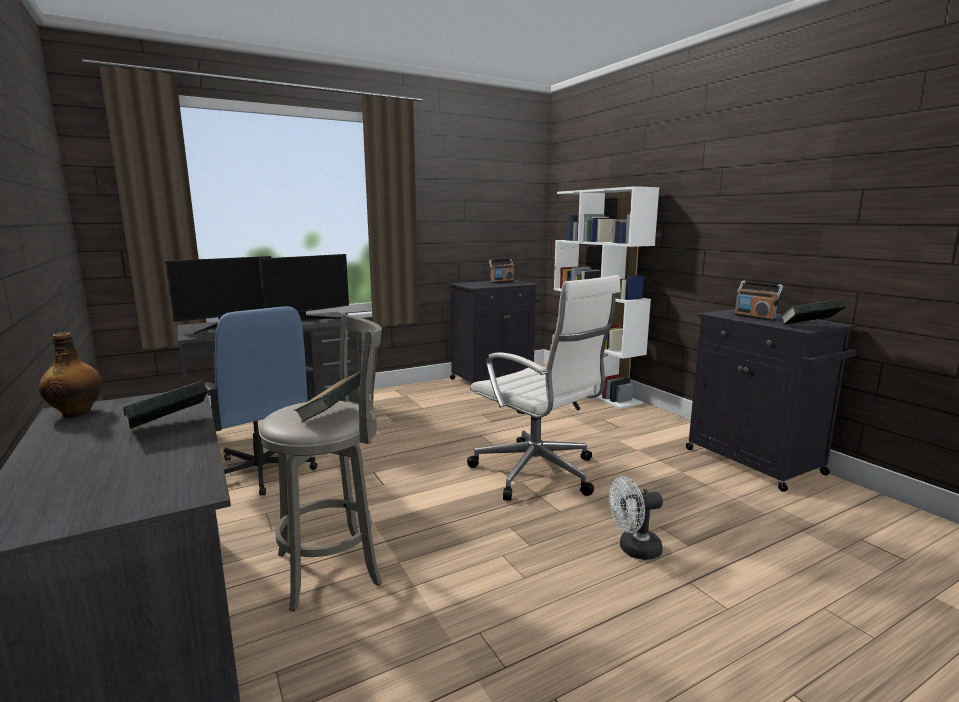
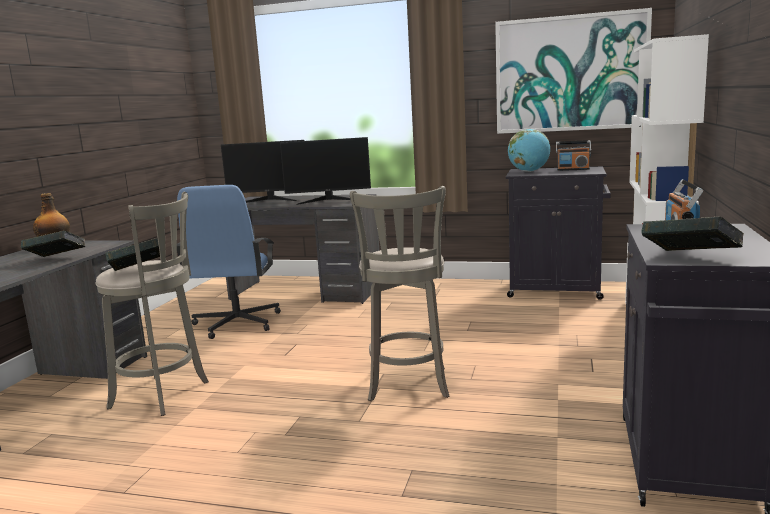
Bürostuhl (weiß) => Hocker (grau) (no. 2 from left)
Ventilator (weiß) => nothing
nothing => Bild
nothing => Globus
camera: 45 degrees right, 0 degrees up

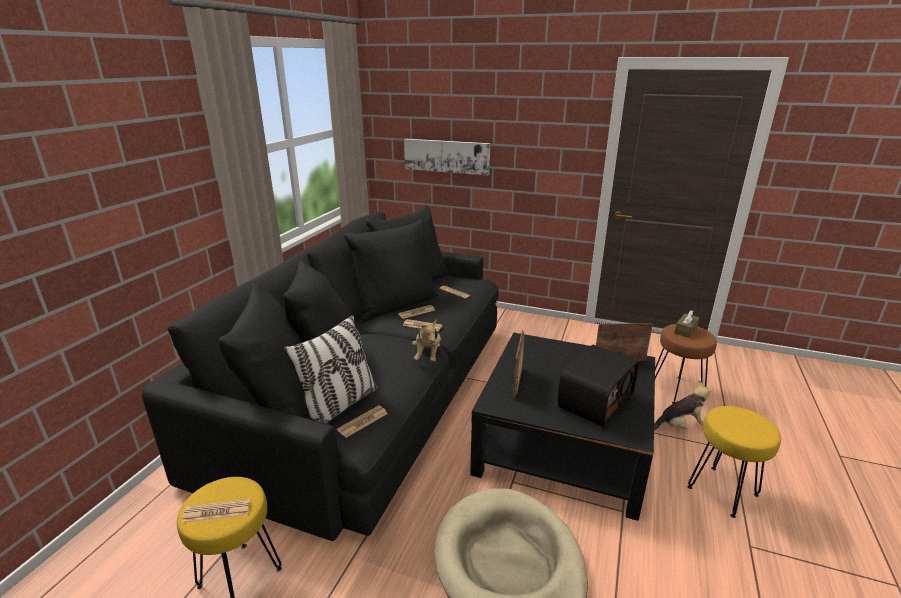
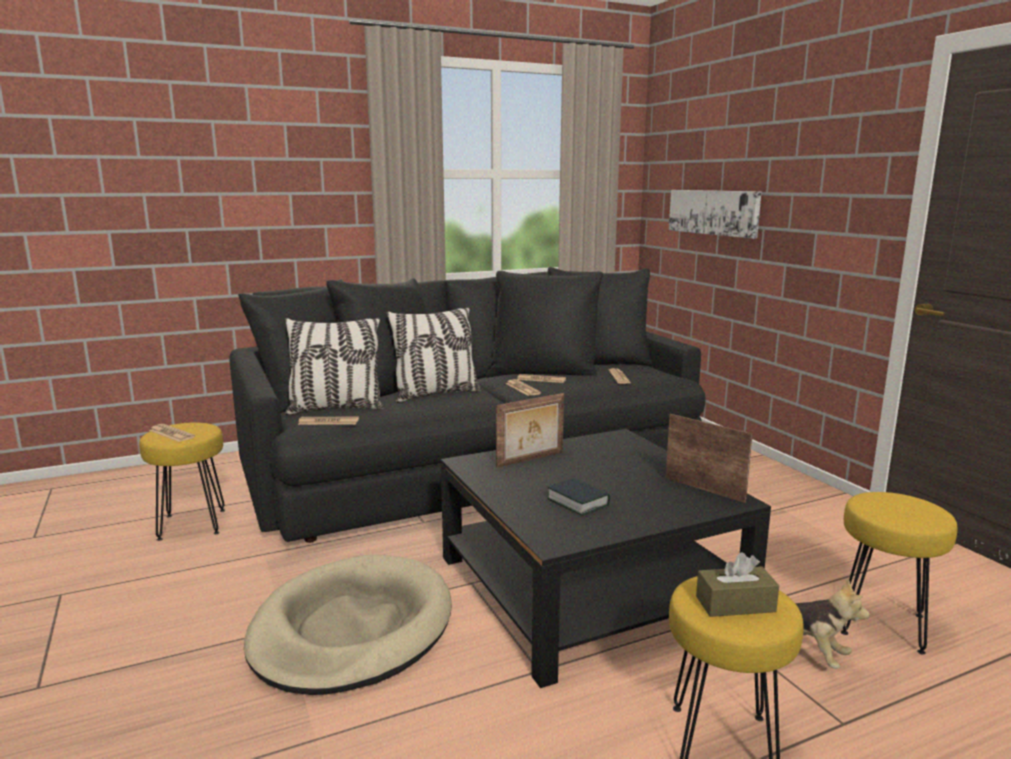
Taschentuchbox (braun), shifted
Plüschtier (no. 1 from left) => nothing
Hocker (braun) => Hocker (gelb) (no. 3 from left)
Radio => Buch
nothing => Kissen (no. 2 from left)
camera: 45 degrees right, 10 degrees down

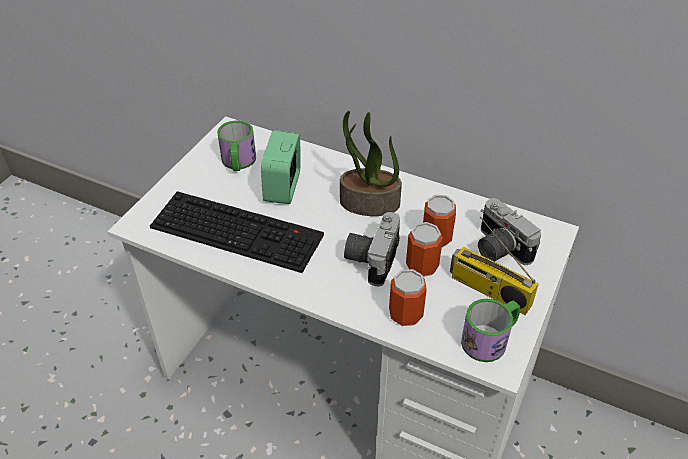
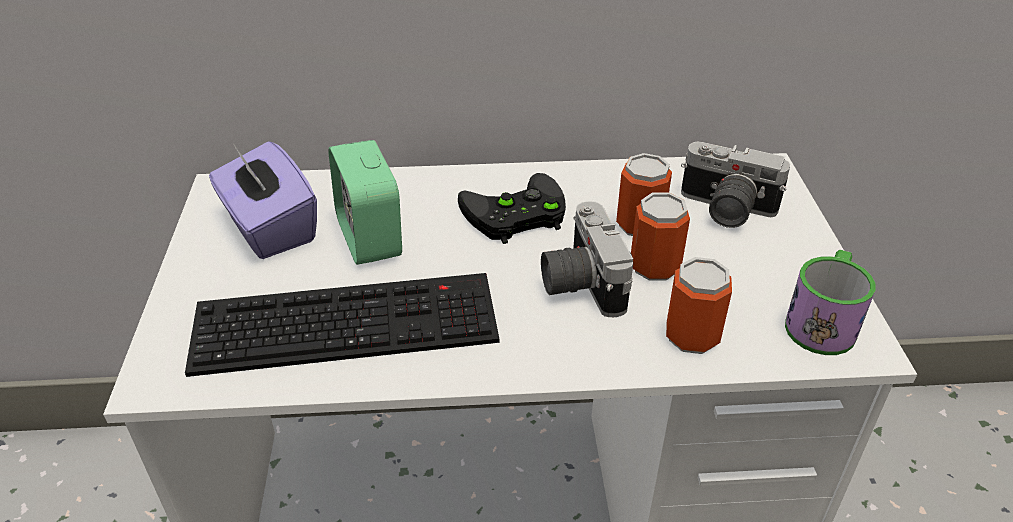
Topfpflanze => Gamepad (schwarz)
Henkelbecher (no. 1 from left) => Taschentuchbox (lila)
Radio => nothing
camera: 30 degrees left, 5 degrees down

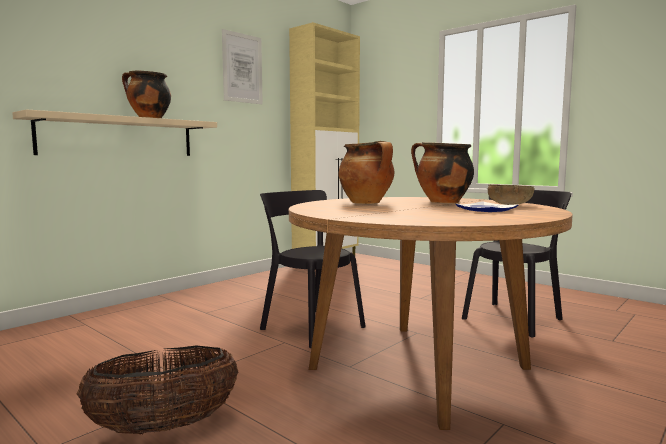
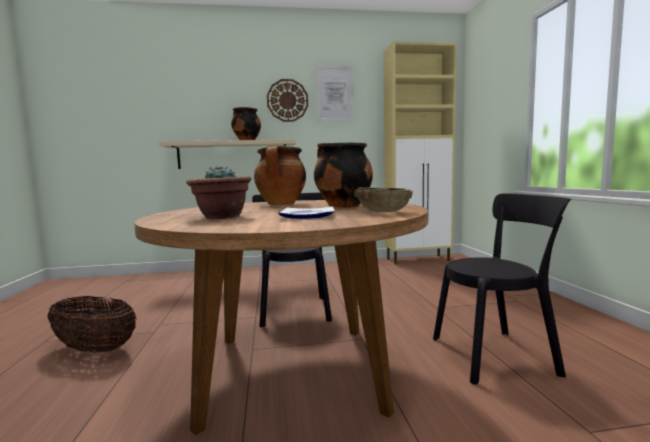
nothing => Wanduhr
nothing => Topfpflanze
camera: 40 degrees right, 0 degrees up

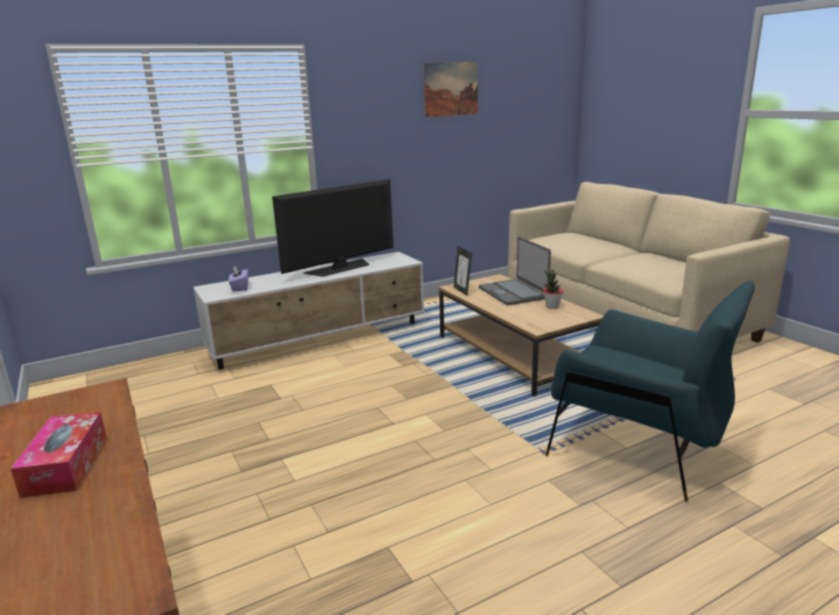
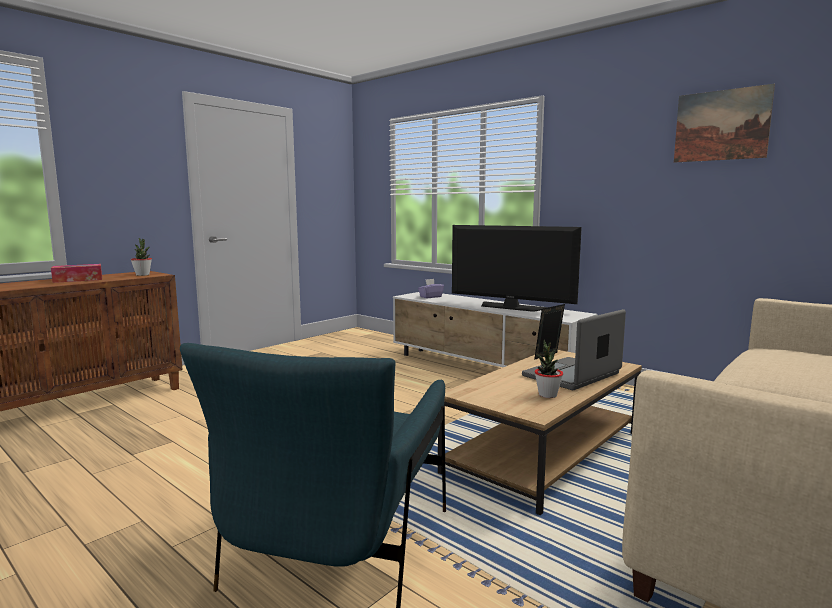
nothing => Topfpflanze (no. 1 from left)
camera: 70 degrees right, 10 degrees down

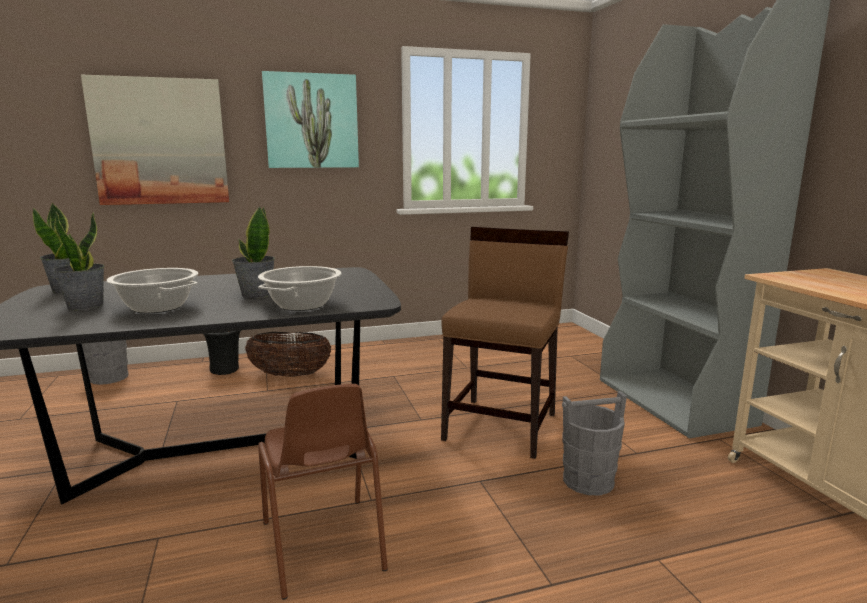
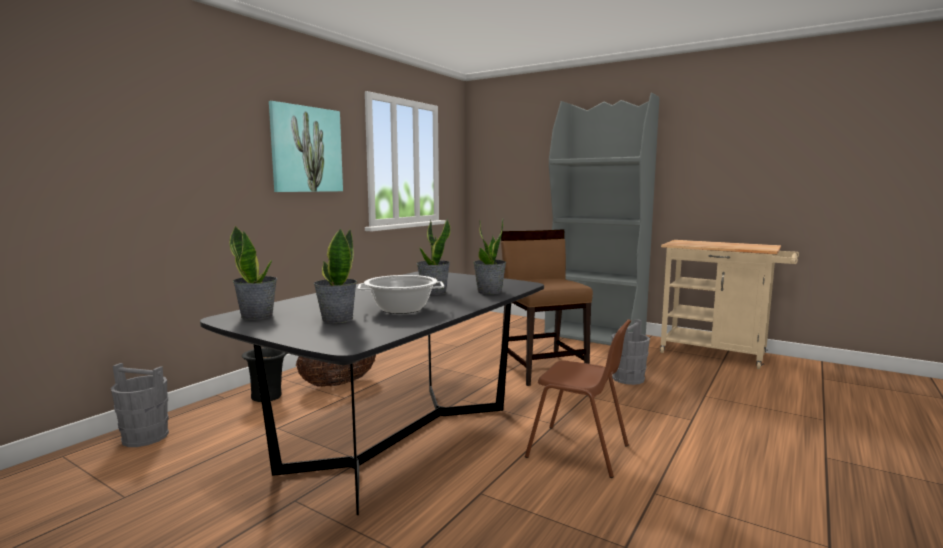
Bild (no. 1 from left) => nothing
Kochtopf (no. 2 from left) => Topfpflanze (no. 4 from left)
camera: 40 degrees left, 5 degrees down

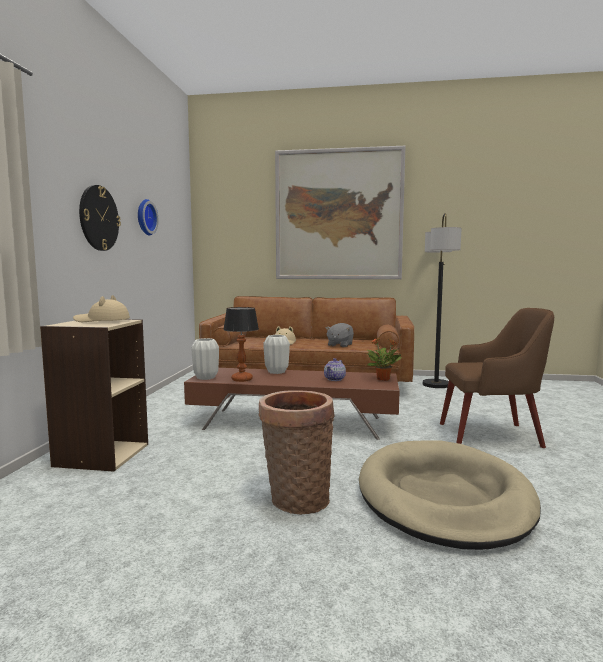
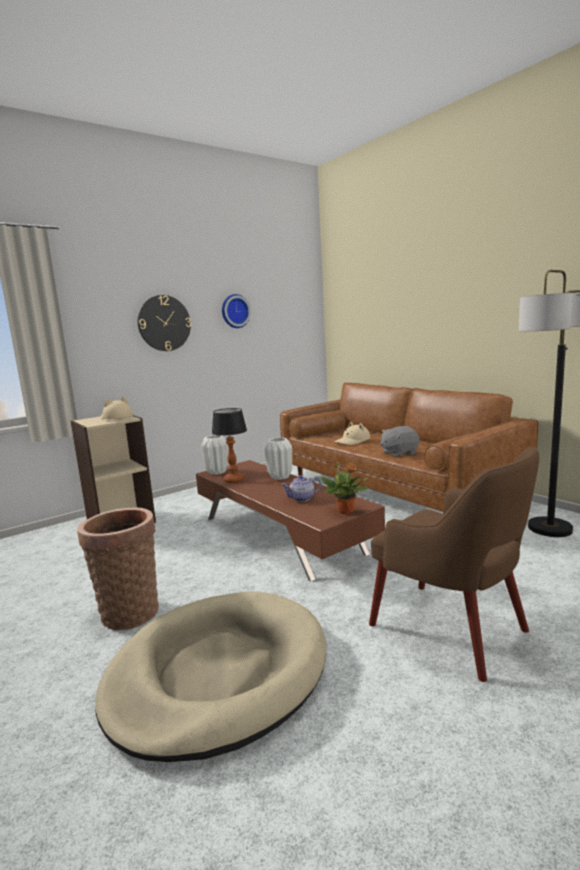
Bild => nothing
camera: 45 degrees right, 5 degrees up

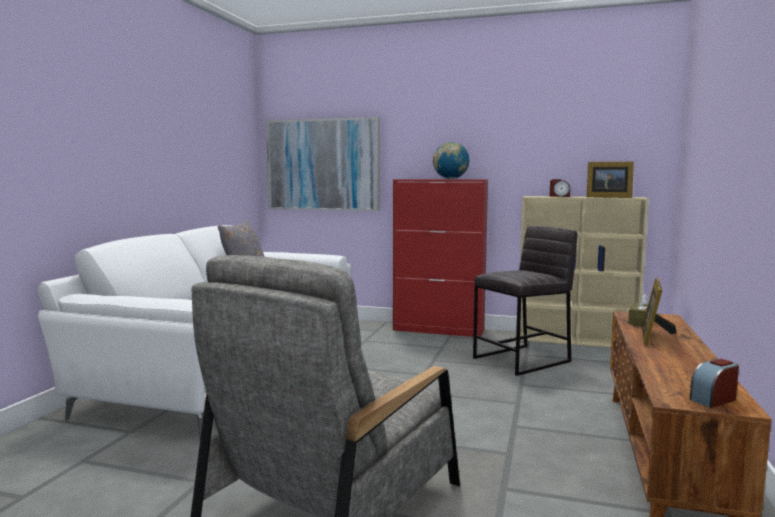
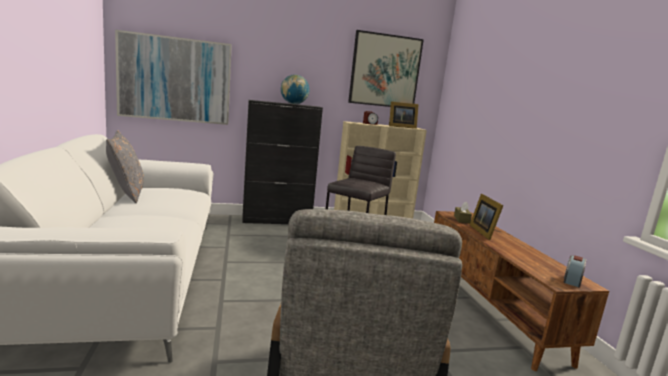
Schrank (rot) => Schrank (schwarz)
nothing => Bild (no. 2 from left)
camera: 30 degrees left, 5 degrees up

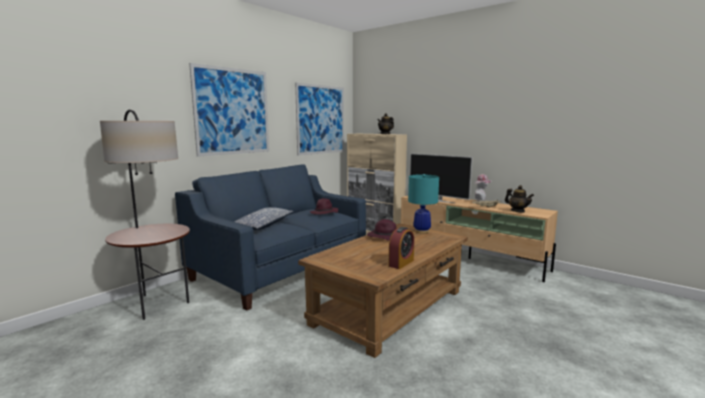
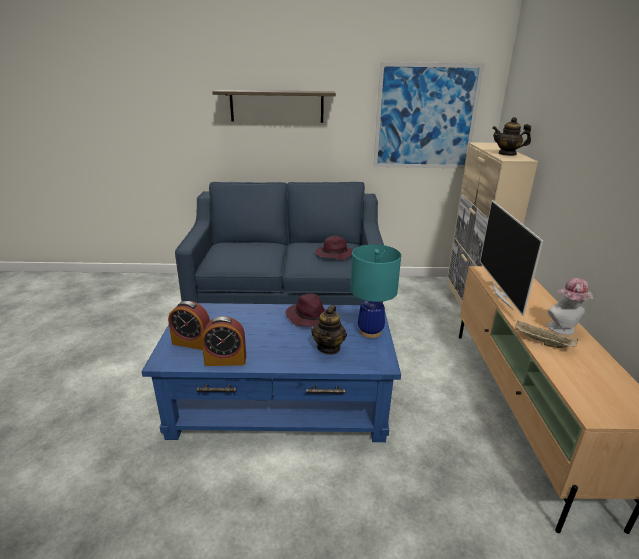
Bild (no. 1 from left) => Wandregal
Stehlampe => nothing
Teekanne (no. 2 from left in the first image) => Teekanne (no. 1 from left), shifted
Kissen => nothing
Couchtisch (braun) => Couchtisch (blau)
nothing => Wecker (no. 1 from left)
camera: 50 degrees right, 15 degrees up

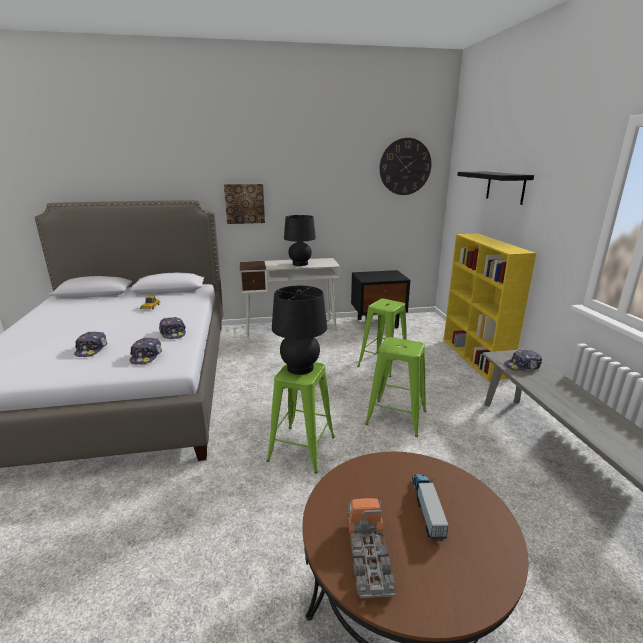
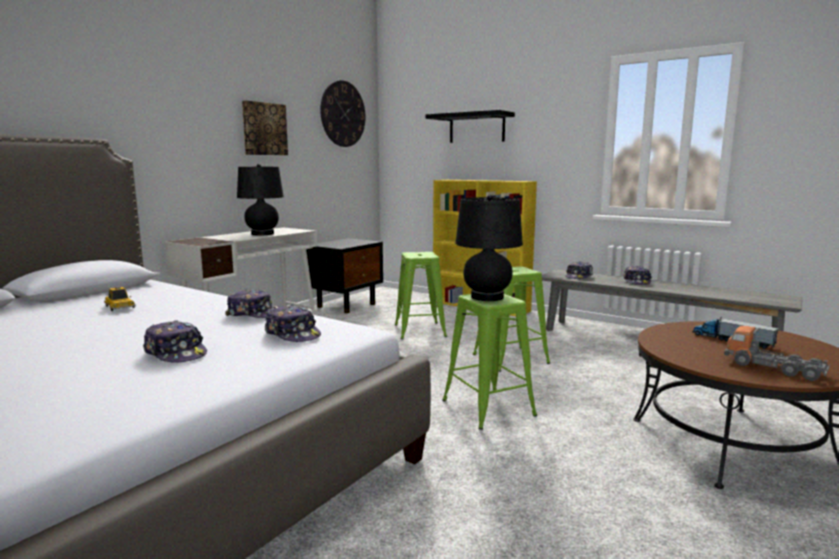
Bild, shifted
nothing => Kappe (no. 5 from left)
camera: 45 degrees left, 10 degrees down

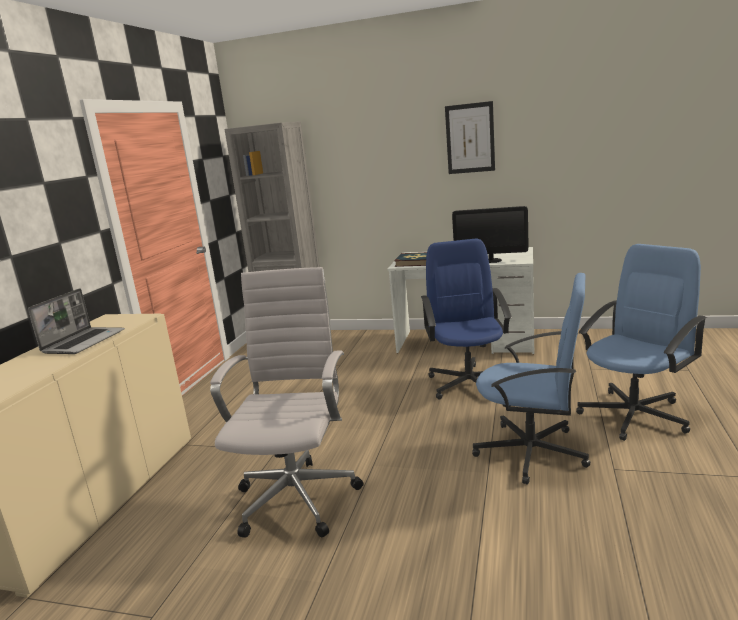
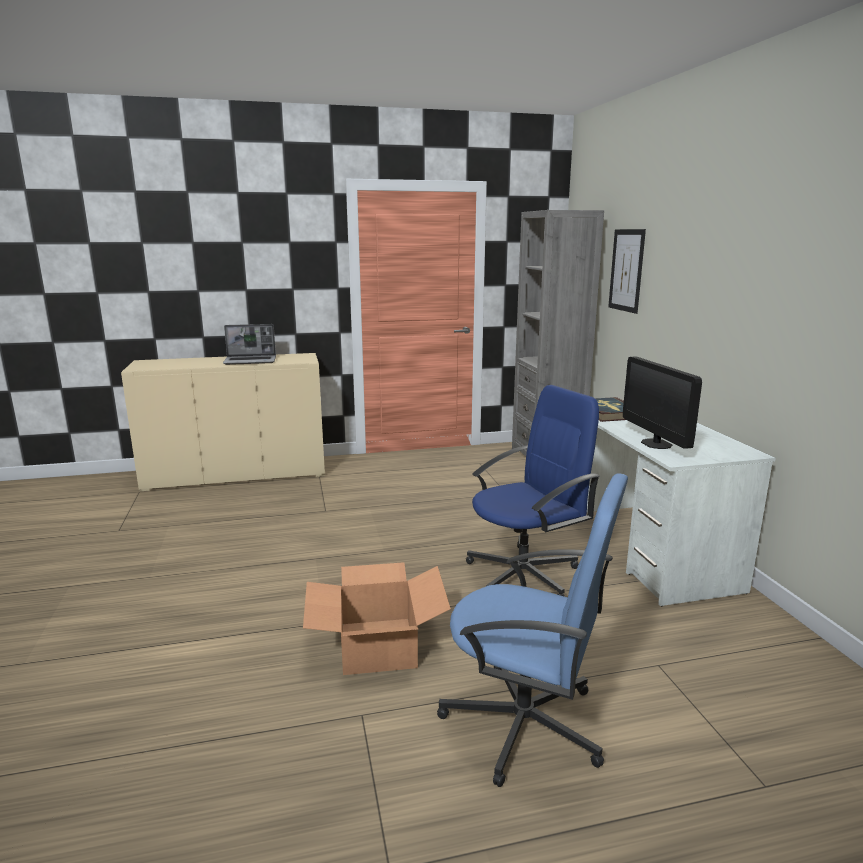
Bild, shifted
Bürostuhl (weiß) => nothing
Bürostuhl (blau) (no. 2 from left) => Karton
camera: 60 degrees right, 0 degrees up

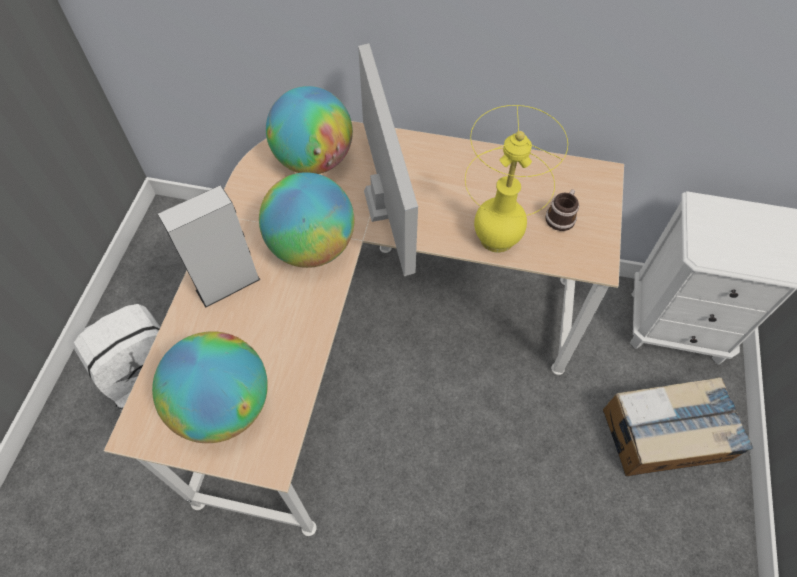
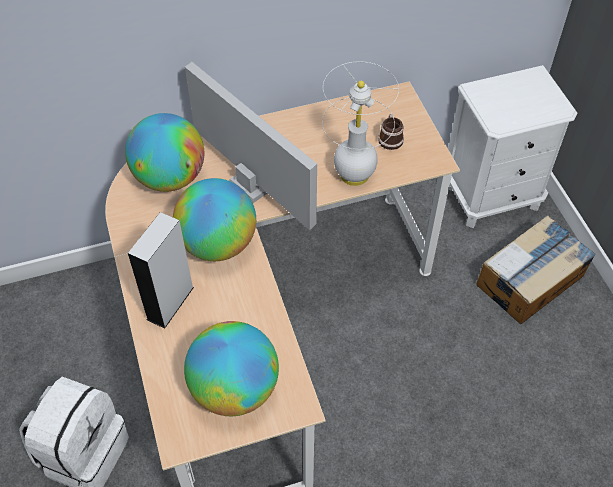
Tischlampe (gelb) => Tischlampe (weiß)
camera: 30 degrees left, 5 degrees down

